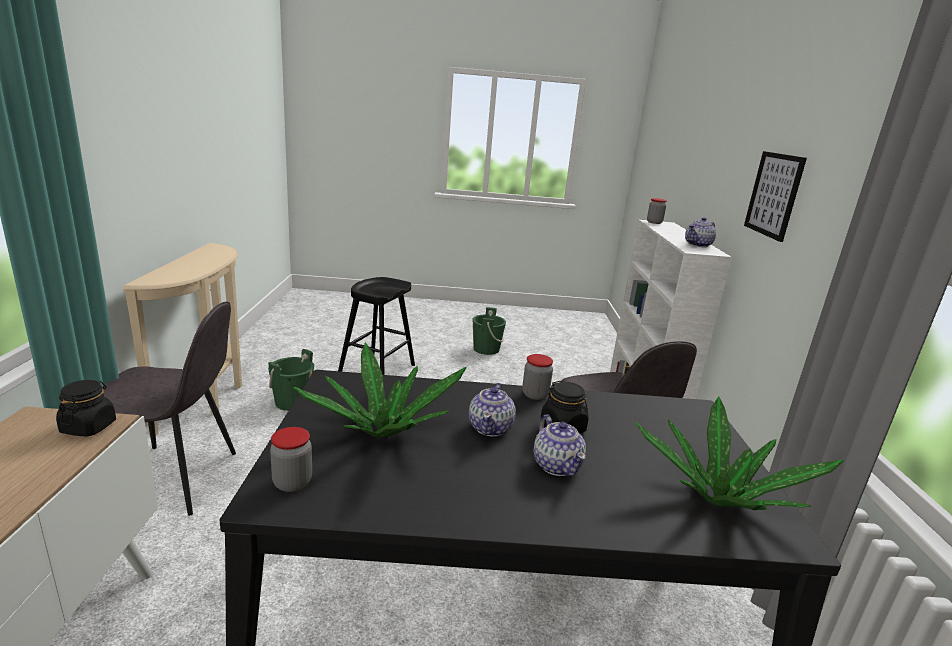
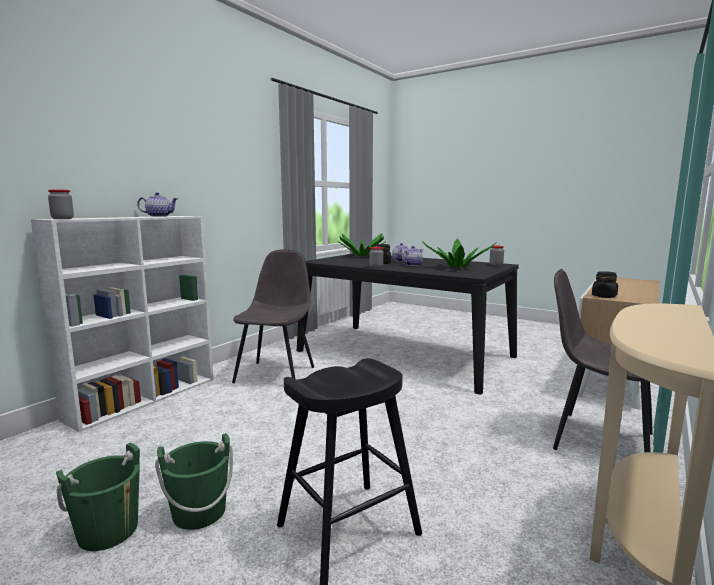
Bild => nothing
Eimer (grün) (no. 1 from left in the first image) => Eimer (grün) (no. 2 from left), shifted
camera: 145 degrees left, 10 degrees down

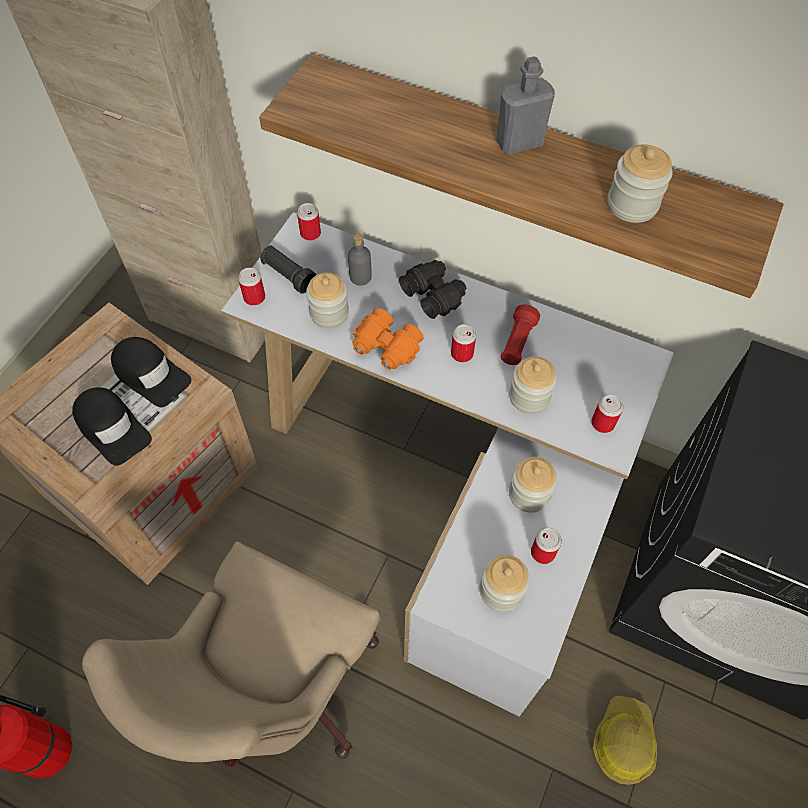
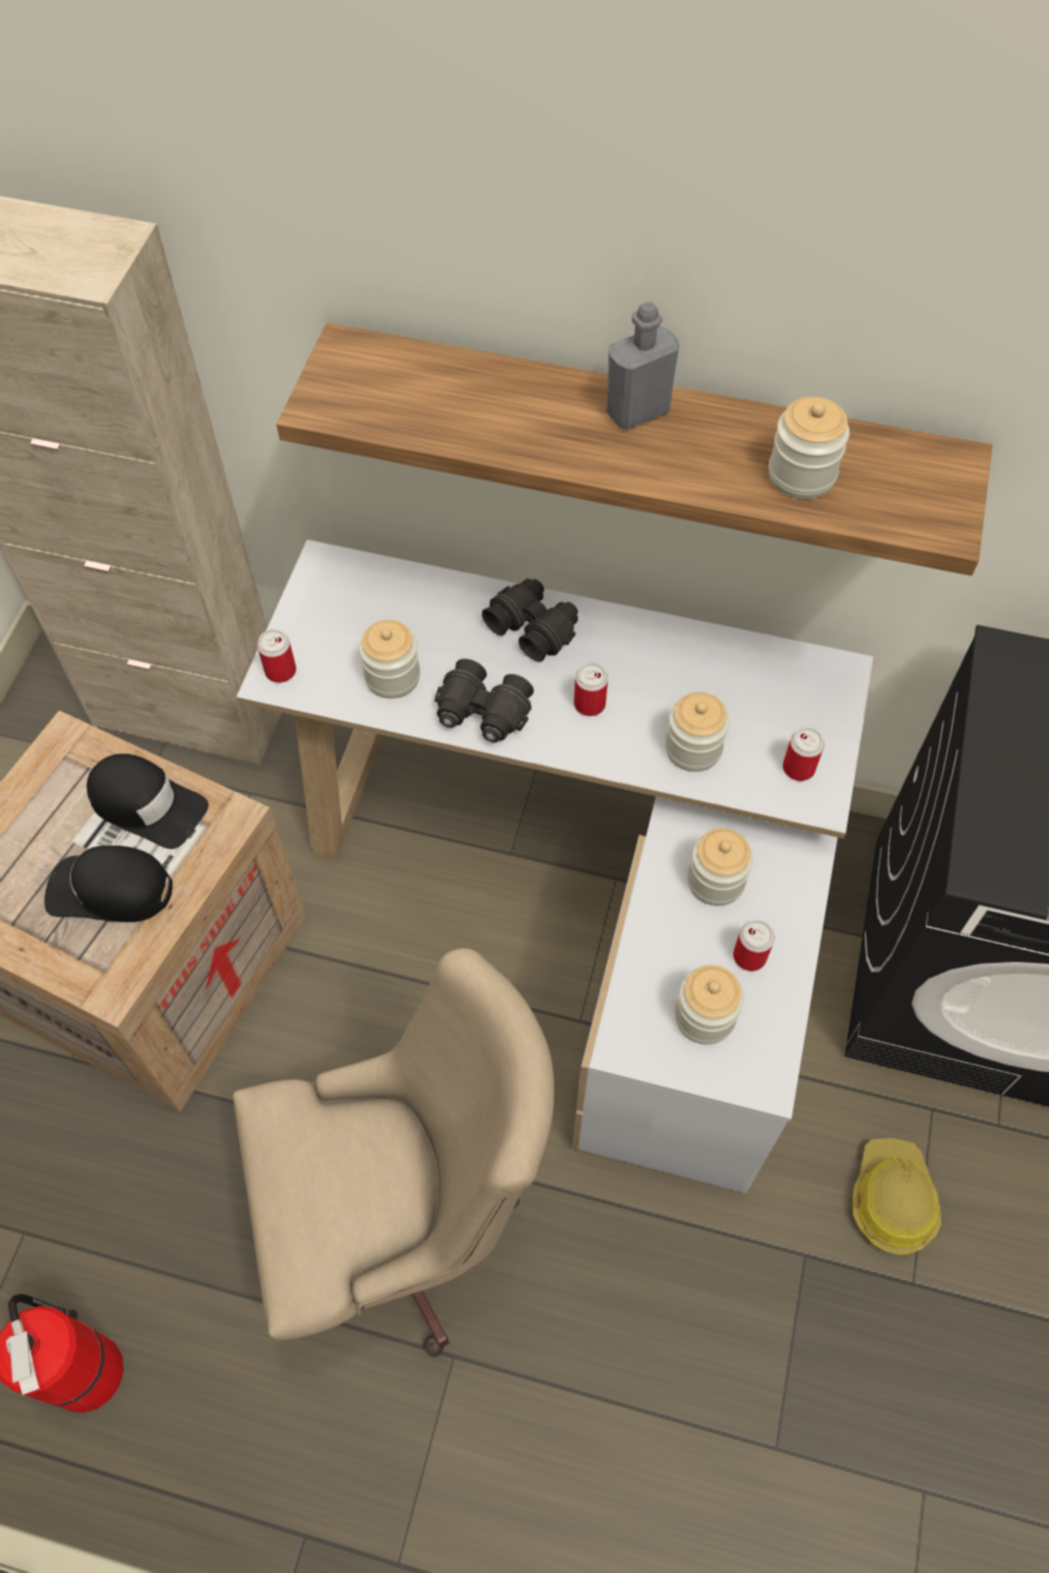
Dose (no. 2 from left) => nothing
Flasche (grau) (no. 1 from left) => nothing
Taschenlampe (schwarz) => nothing
Taschenlampe (rot) => nothing
Fernglas (orange) => Fernglas (schwarz) (no. 1 from left)
Kappe (schwarz) (no. 1 from left), 150 degrees clockwise
Bürostuhl (beige), 120 degrees counterclockwise
camera: 10 degrees left, 0 degrees up

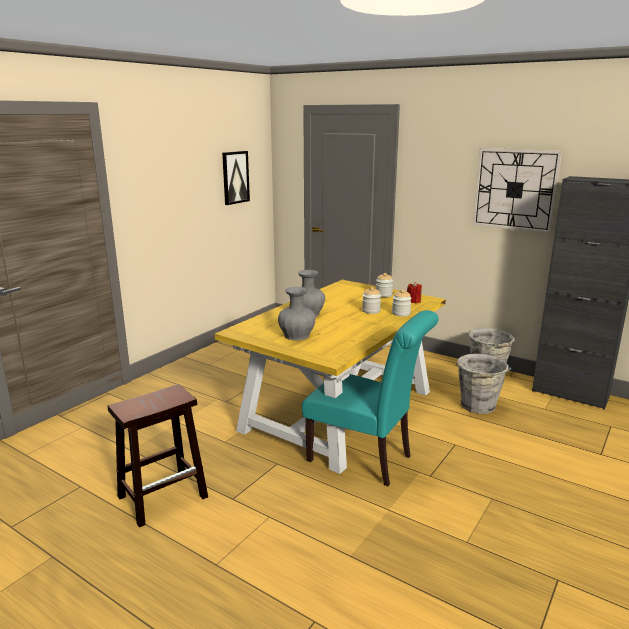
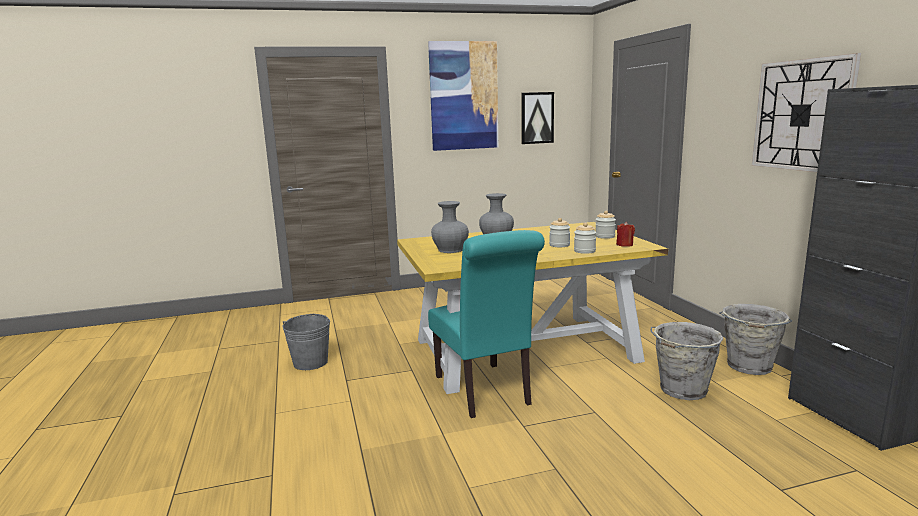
Hocker (braun) => Eimer (grau) (no. 1 from left)
nothing => Bild (no. 1 from left)
camera: 40 degrees right, 5 degrees down

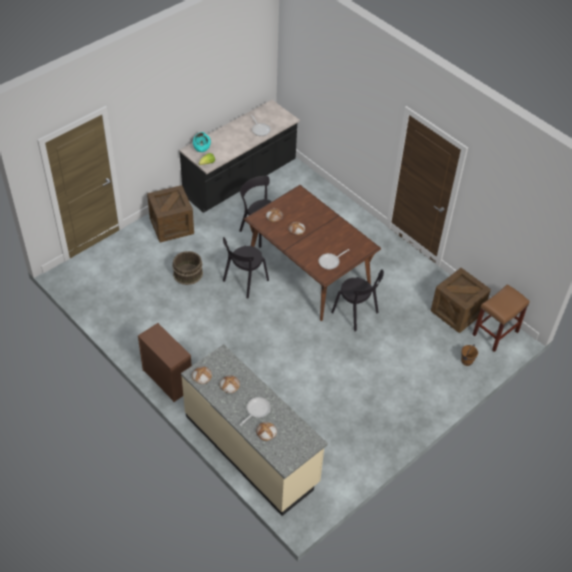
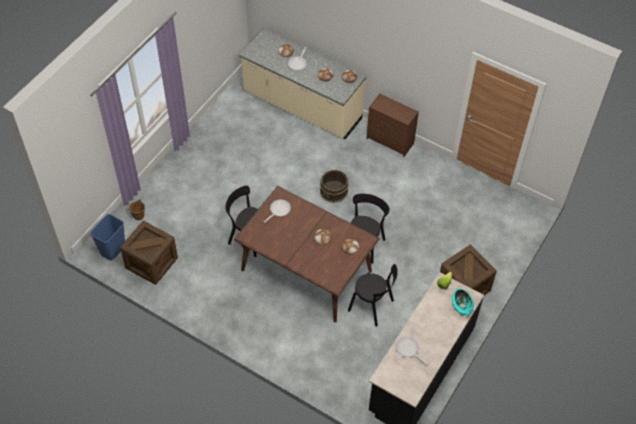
Eimer (braun) (no. 1 from left in the first image) => Eimer (braun) (no. 2 from left), shifted
Hocker (braun) => Mülleimer (blau)
camera: 165 degrees right, 5 degrees up

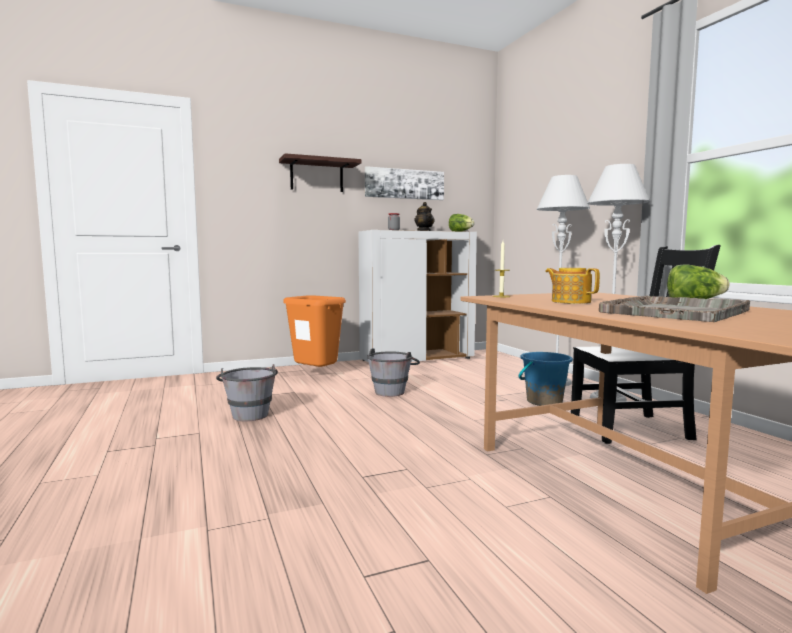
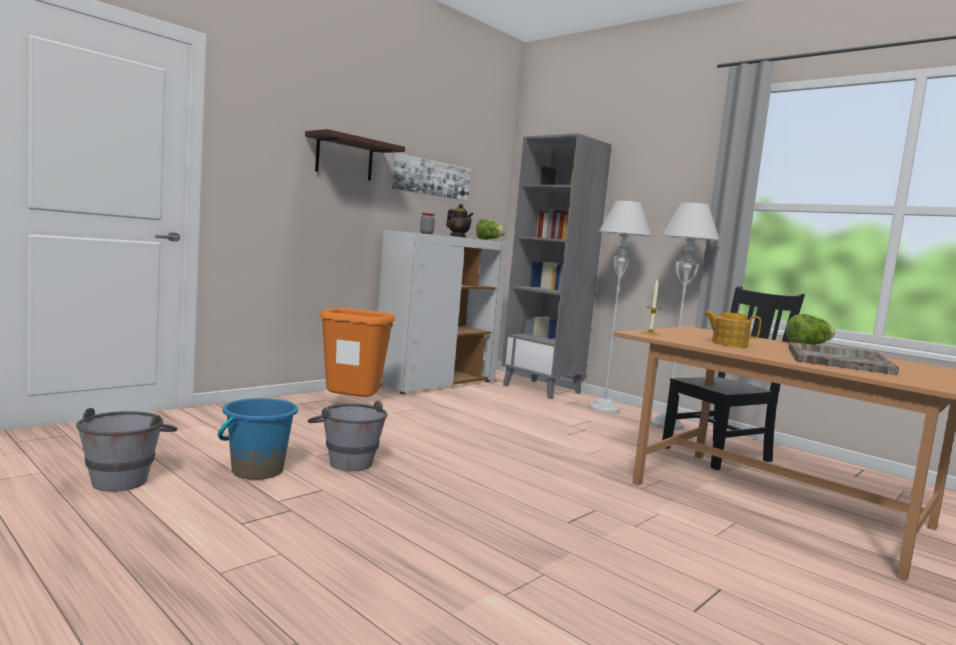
Eimer (grau) (no. 2 from left in the first image) => Eimer (grau) (no. 1 from left), shifted
Eimer (blau), shifted
nothing => Bücherregal (grau)
camera: 25 degrees left, 0 degrees up

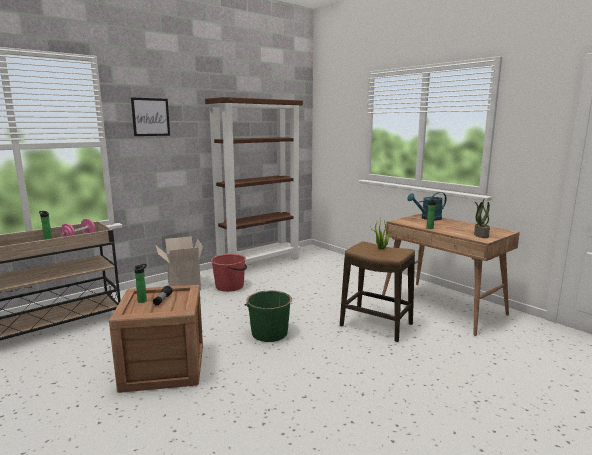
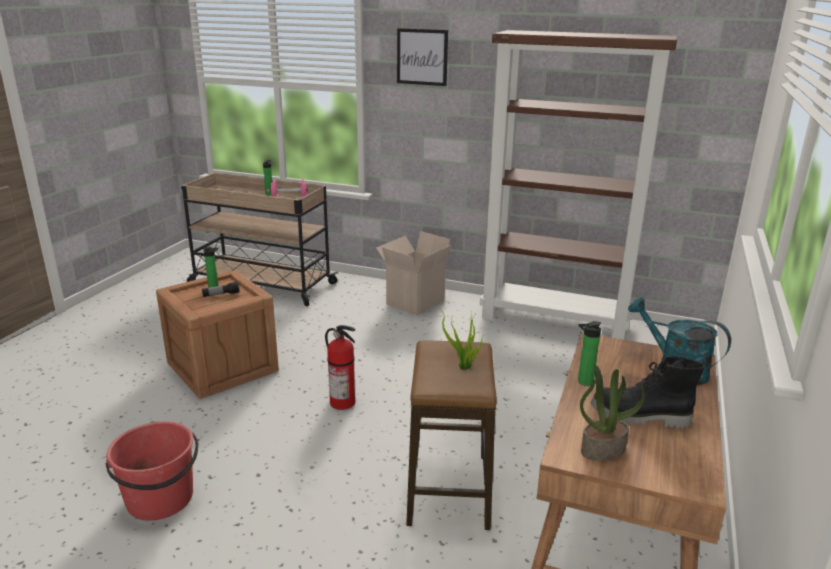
Eimer (rot), shifted
Eimer (grün) => Feuerlöscher
nothing => Stiefel (schwarz)
camera: 60 degrees right, 10 degrees up

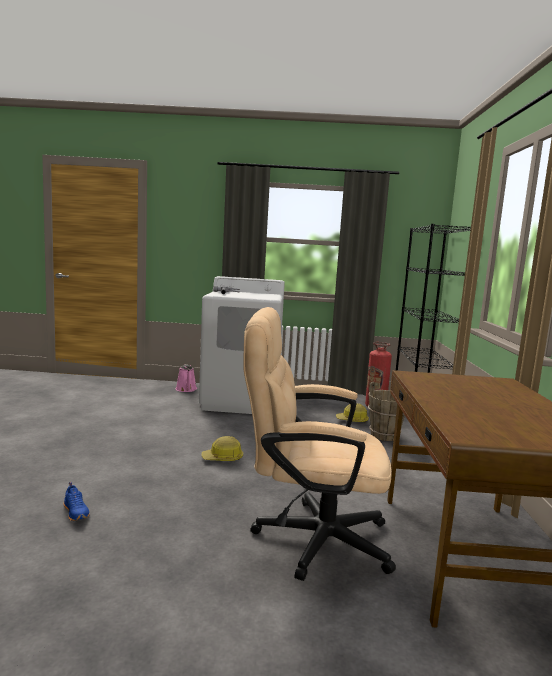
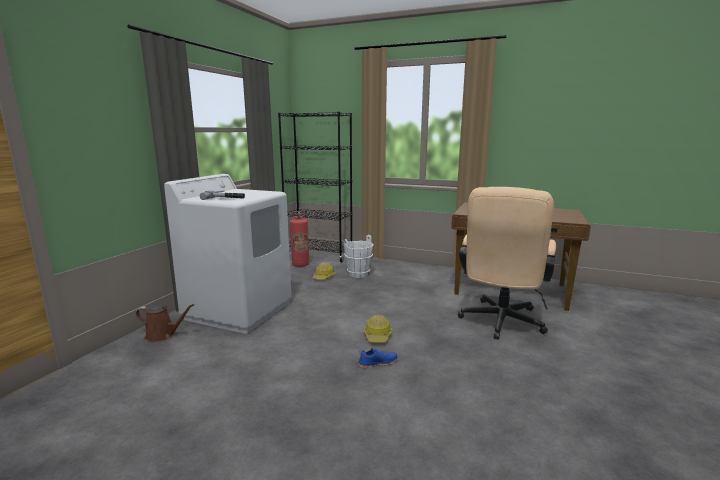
Gießkanne (rosa) => Gießkanne (braun)
Eimer (braun) => Eimer (weiß)
Schuh (blau), shifted
camera: 70 degrees left, 5 degrees up

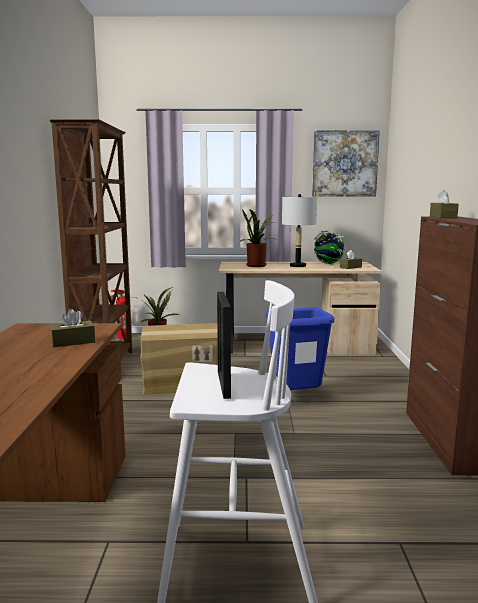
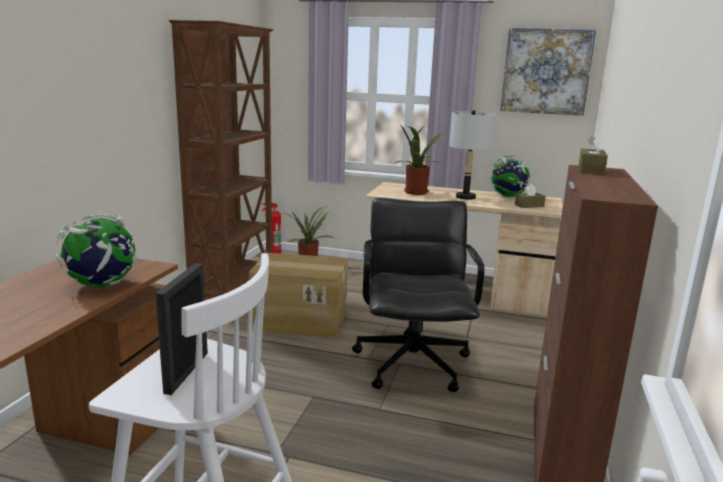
Mülleimer (blau) => Bürostuhl (schwarz)
Taschentuchbox (braun) (no. 1 from left) => Globus (no. 1 from left)
camera: 15 degrees right, 5 degrees up

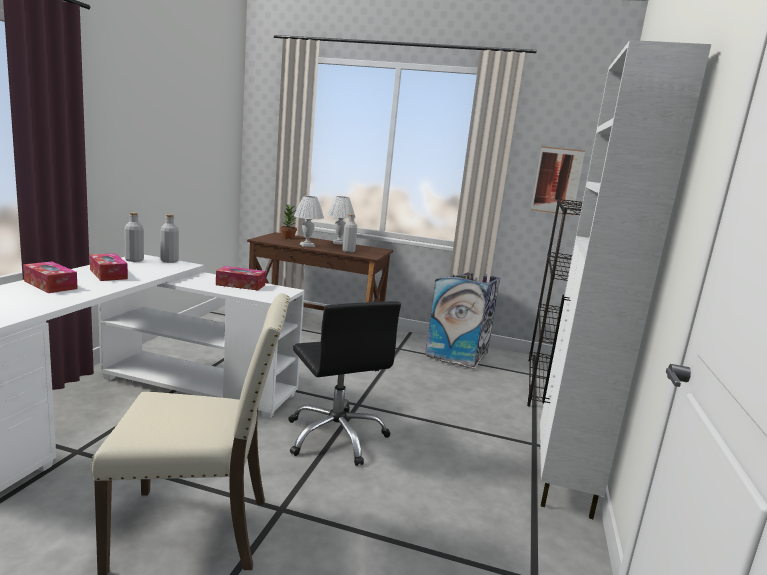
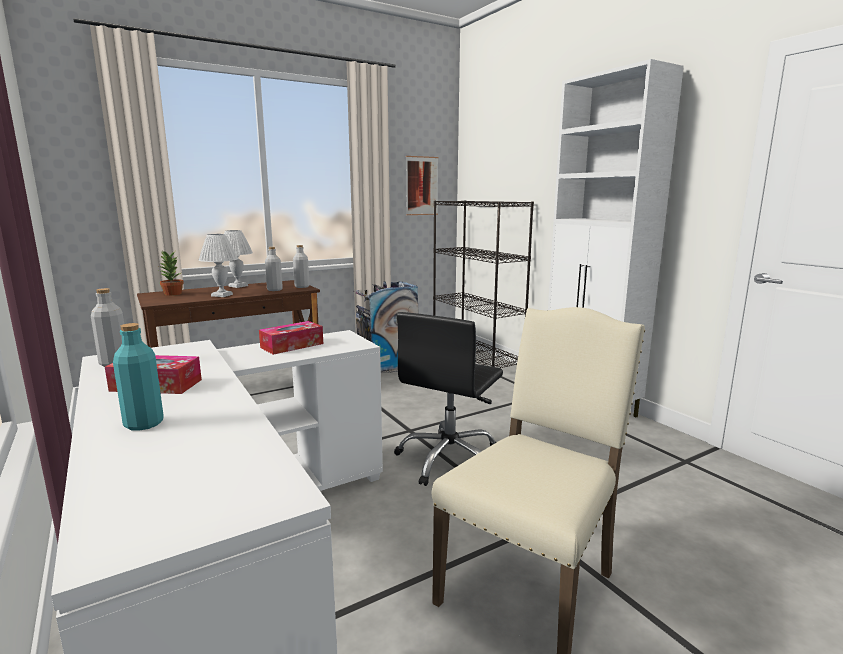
Flasche (grau) (no. 2 from left in the first image) => Flasche (grau) (no. 3 from left), shifted
Taschentuchbox (no. 1 from left) => Flasche (türkis)
Bürostuhl (schwarz), 105 degrees clockwise
camera: 45 degrees left, 0 degrees up

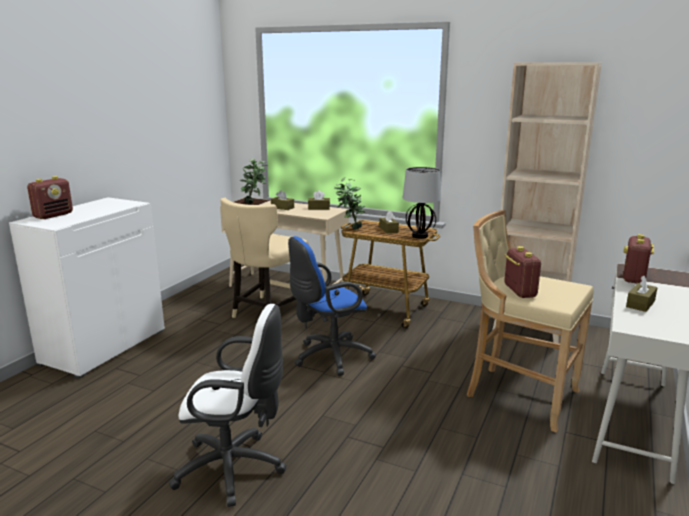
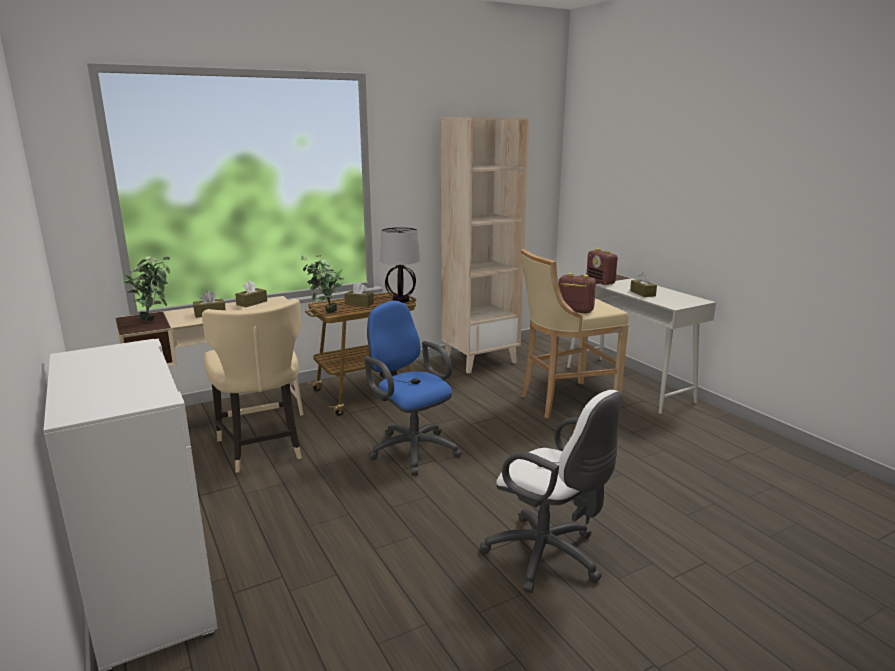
Radio (no. 1 from left) => nothing
Bürostuhl (blau), 135 degrees clockwise
Bürostuhl (weiß), 90 degrees clockwise
camera: 55 degrees left, 0 degrees up

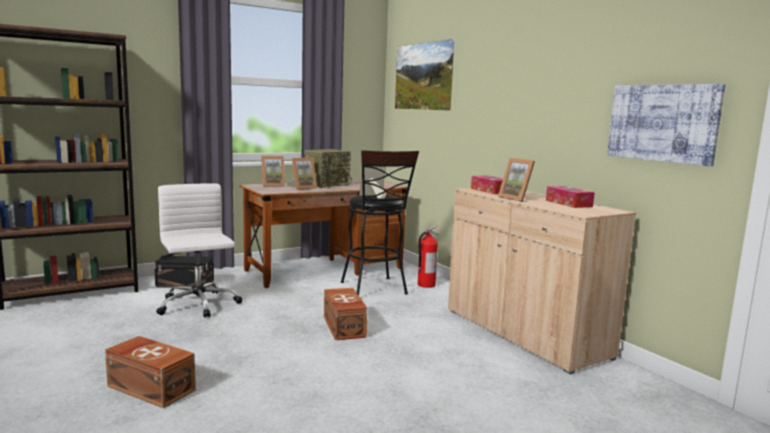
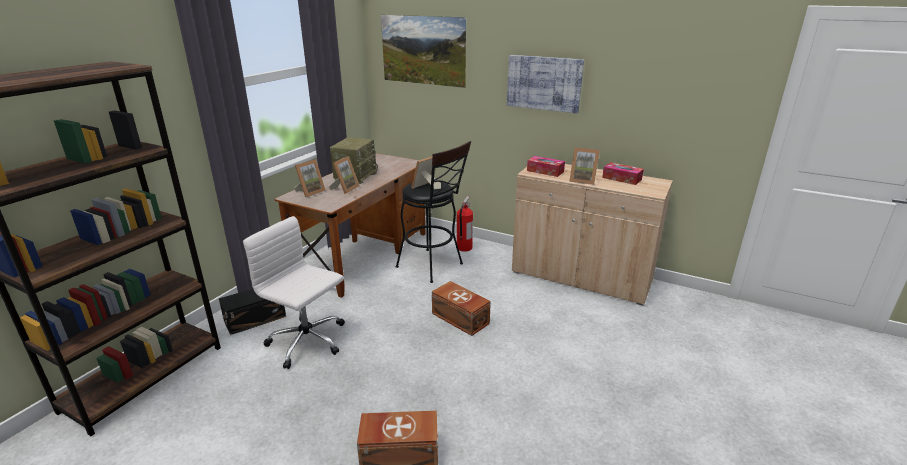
Bild (no. 2 from left), shifted
camera: 30 degrees left, 15 degrees up

